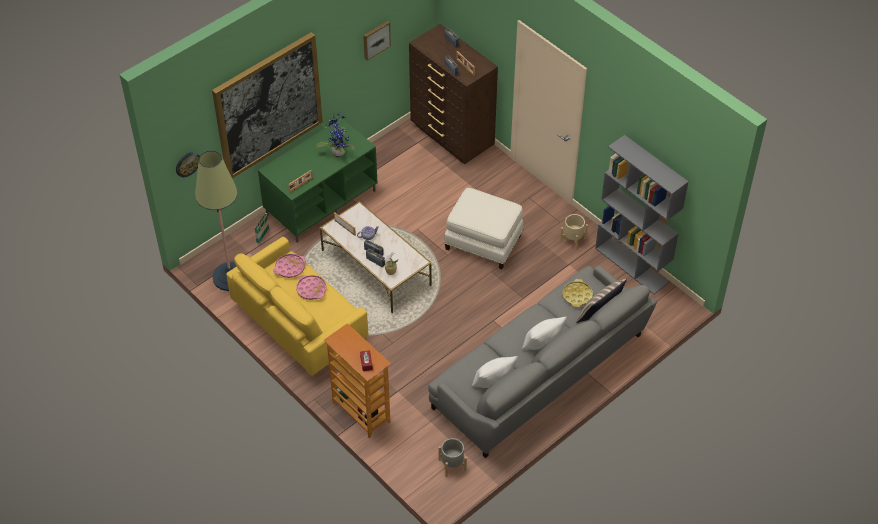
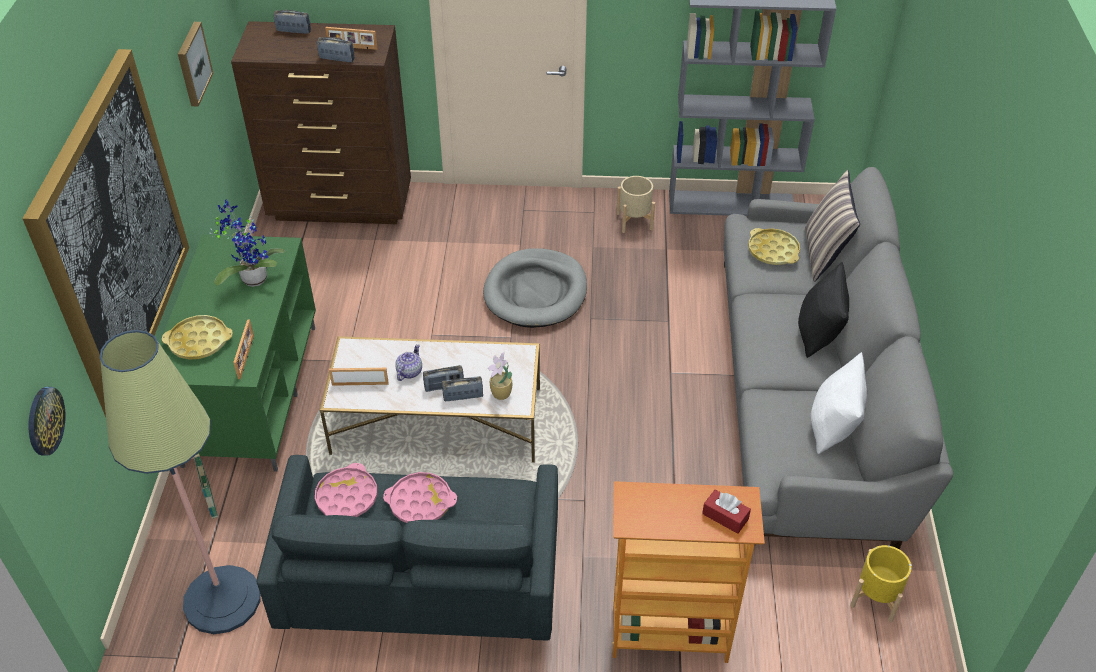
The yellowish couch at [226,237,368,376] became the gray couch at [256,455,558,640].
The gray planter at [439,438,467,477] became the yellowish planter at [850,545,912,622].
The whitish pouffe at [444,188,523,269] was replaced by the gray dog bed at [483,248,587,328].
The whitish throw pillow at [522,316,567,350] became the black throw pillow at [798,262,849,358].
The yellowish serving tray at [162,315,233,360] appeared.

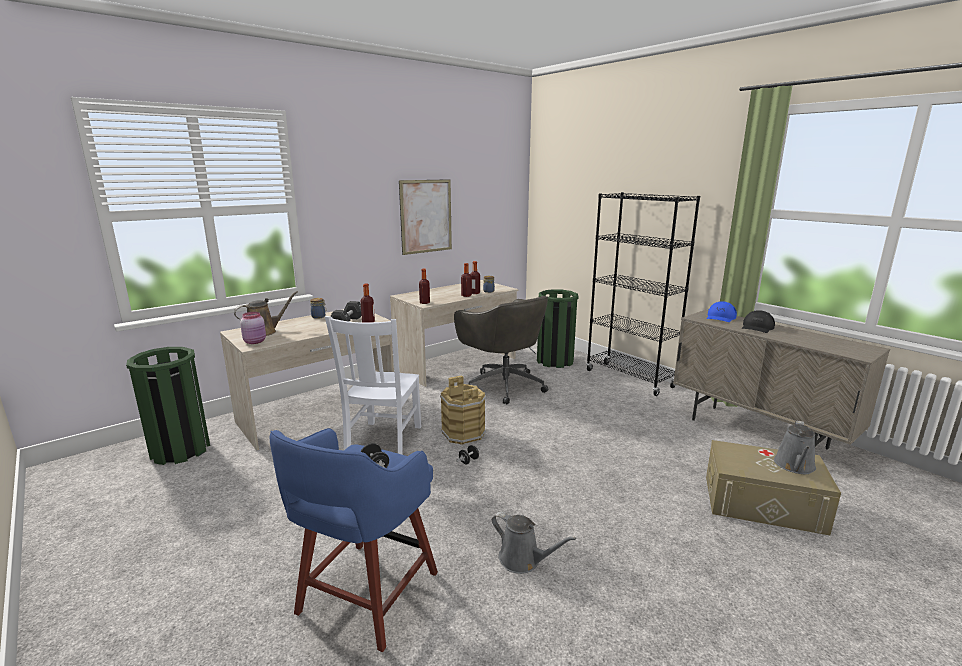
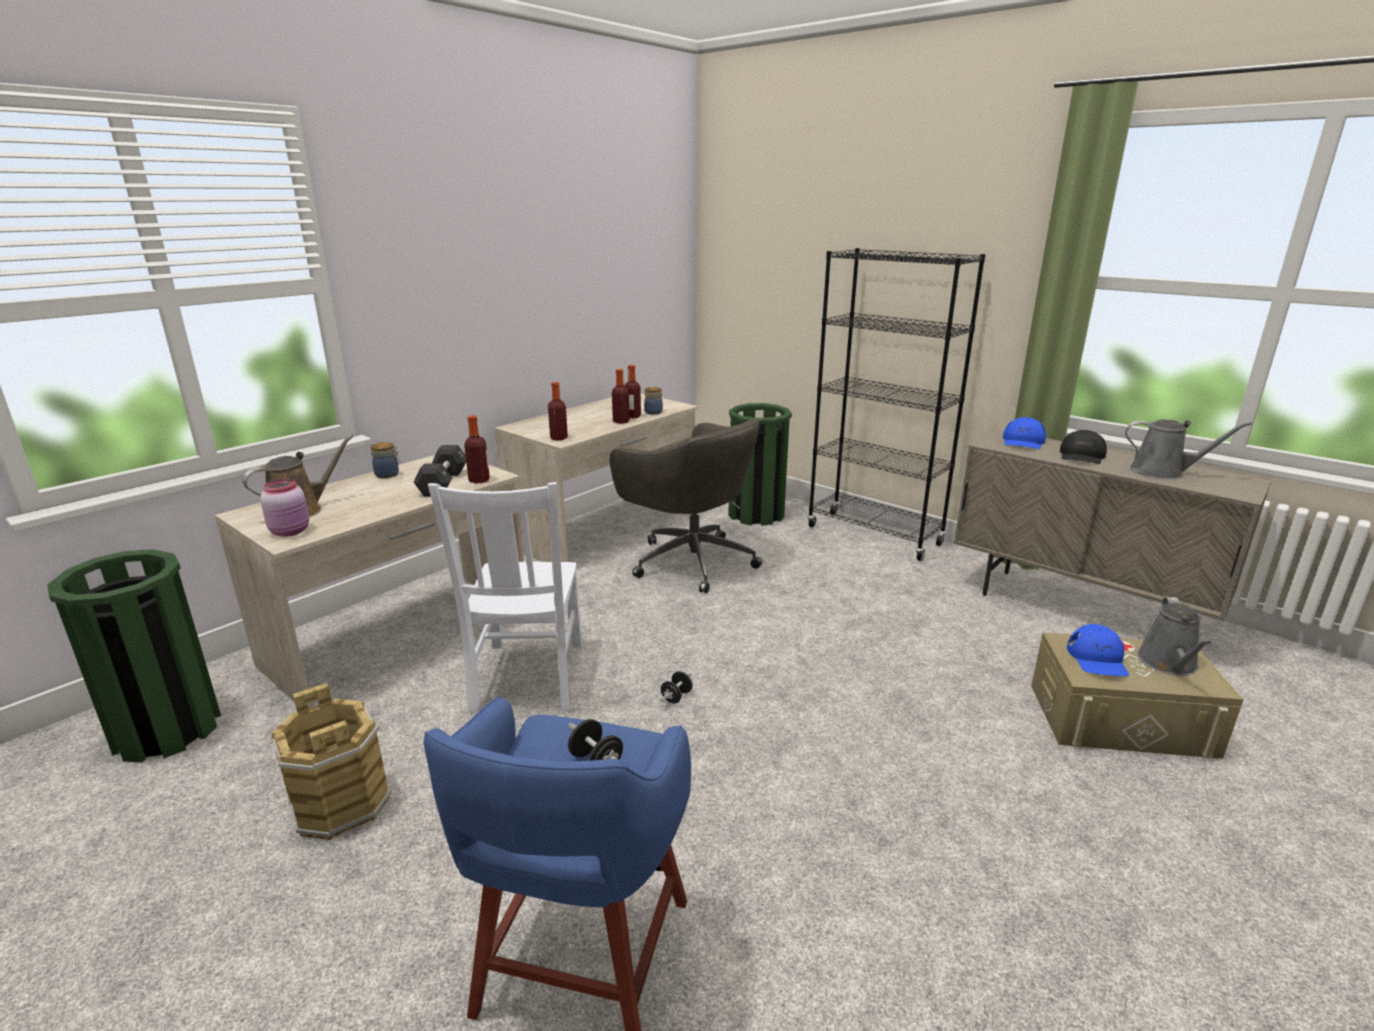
The wall art at [399,179,452,255] disappeared.
The brown-coloured bucket moved from [440,375,486,445] to [271,683,392,840].
The gray watering pot moved from [492,512,576,574] to [1125,419,1252,480].
The bluish peaked cap at [1067,624,1129,676] appeared.

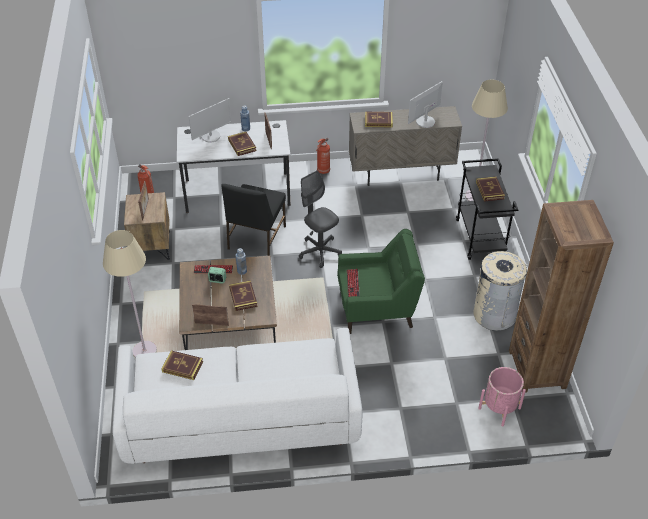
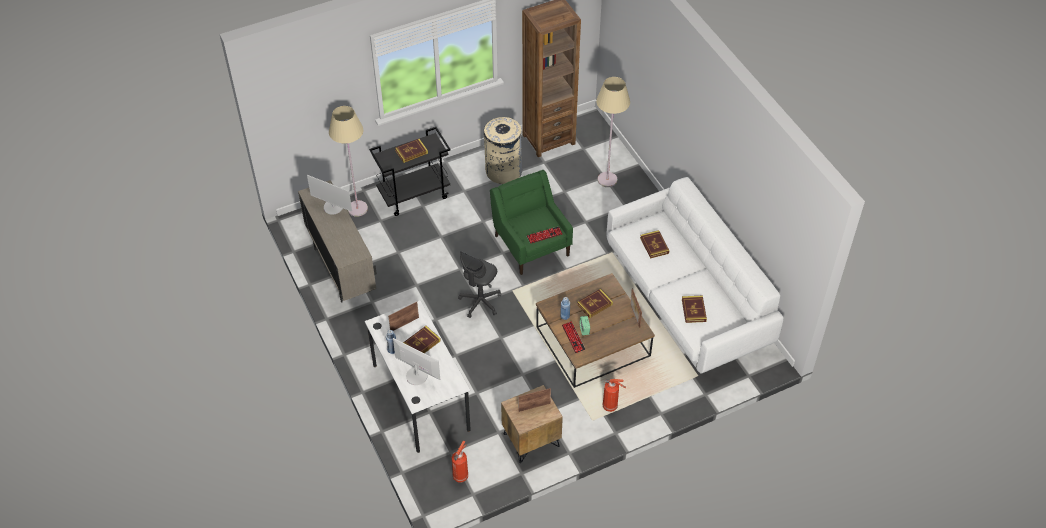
The beige floor lamp moved from [103,230,157,358] to [596,77,630,187].
The black upright chair at [221,184,286,256] disappeared.
The extinguisher moved from [316,138,330,174] to [603,379,626,412].
The book moved from [365,112,393,128] to [640,230,669,259].
The pink planter at [478,367,526,426] disappeared.

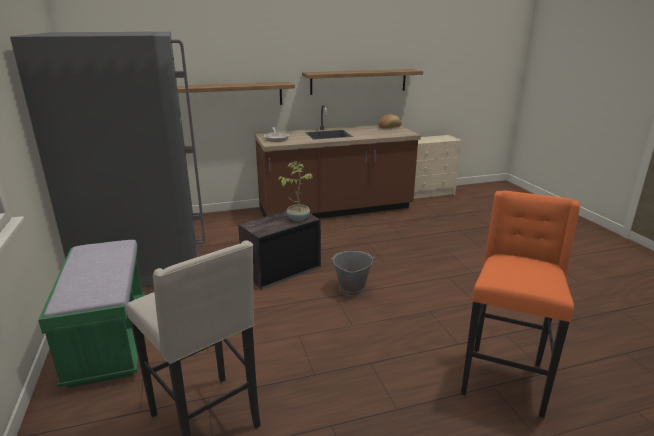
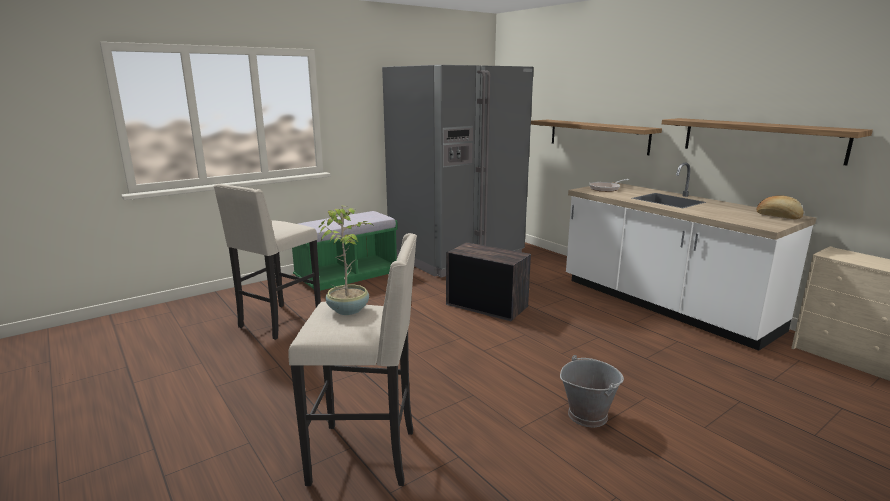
The brown-coloured kitchen base unit at [254,105,421,219] became the whitish kitchen base unit at [566,162,816,351].
The potted plant moved from [278,161,312,221] to [319,206,373,315].
The gray bucket moved from [331,251,375,296] to [560,355,624,427].
The orange stool at [461,191,580,418] became the beige stool at [288,233,417,486].

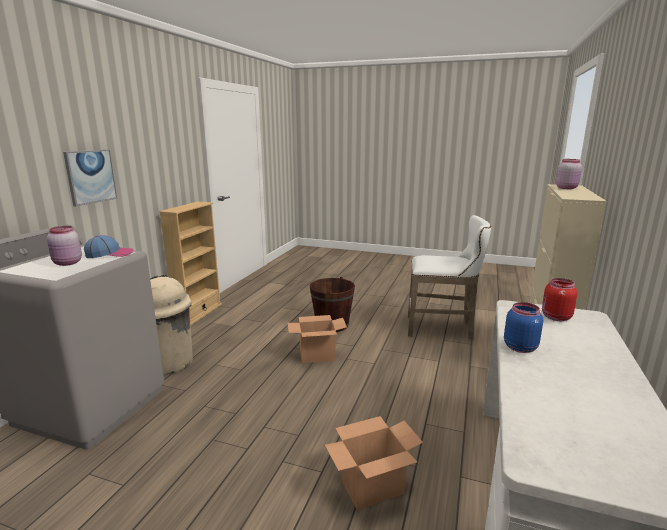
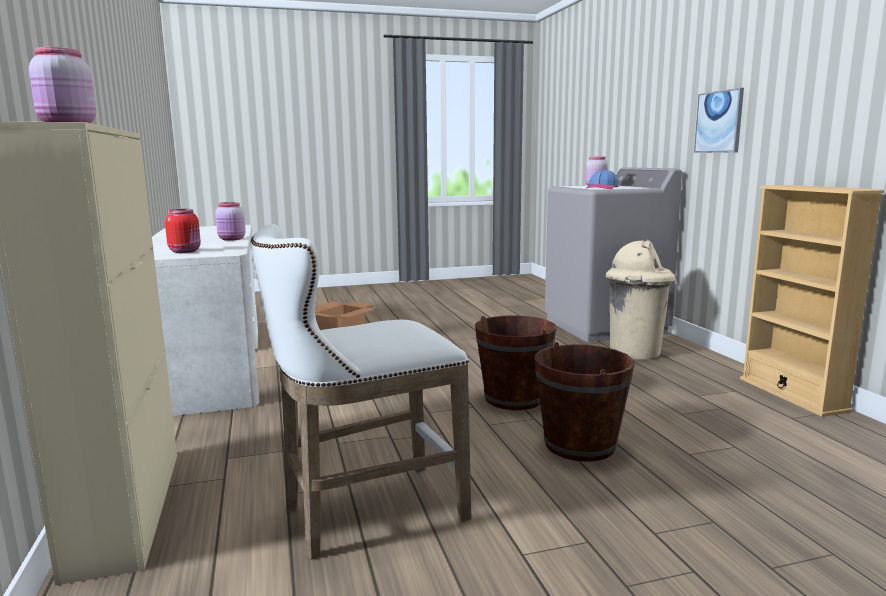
The packing box at [288,315,347,363] was replaced by the brown-coloured bucket at [475,316,557,410].
The bluish jar at [504,302,543,353] became the pink jar at [215,202,246,241].

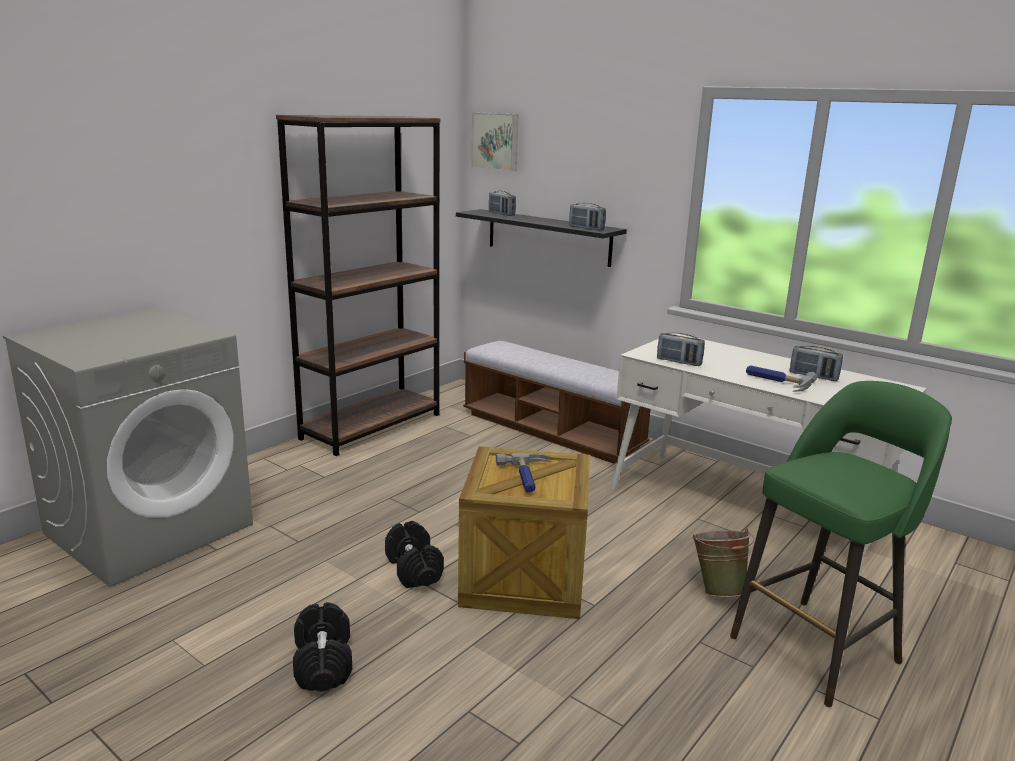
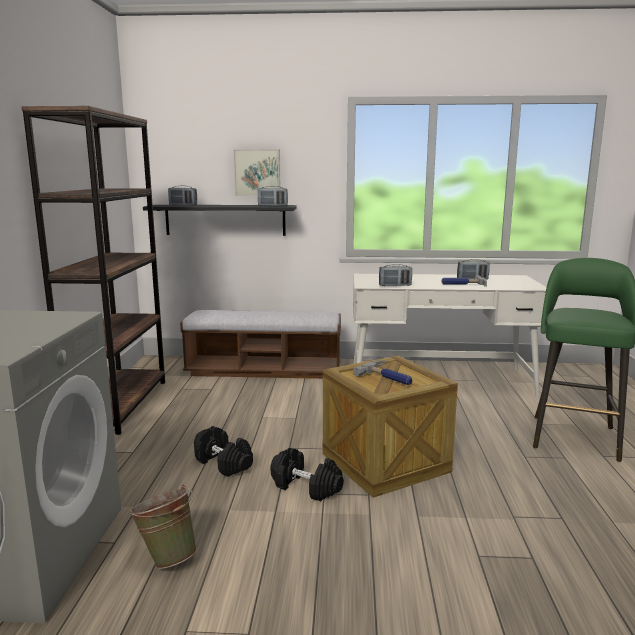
The black free weight moved from [293,602,352,691] to [194,426,253,477].
The wall art moved from [472,112,518,171] to [234,149,280,196].
The greenish bucket moved from [692,528,754,597] to [129,484,197,569].

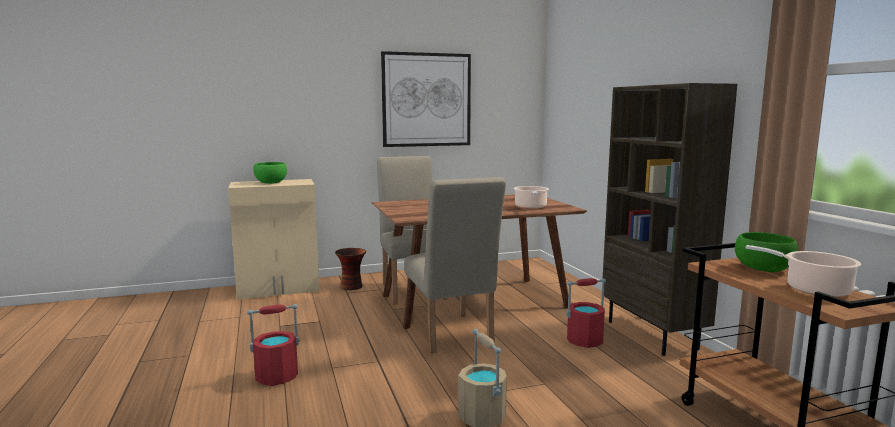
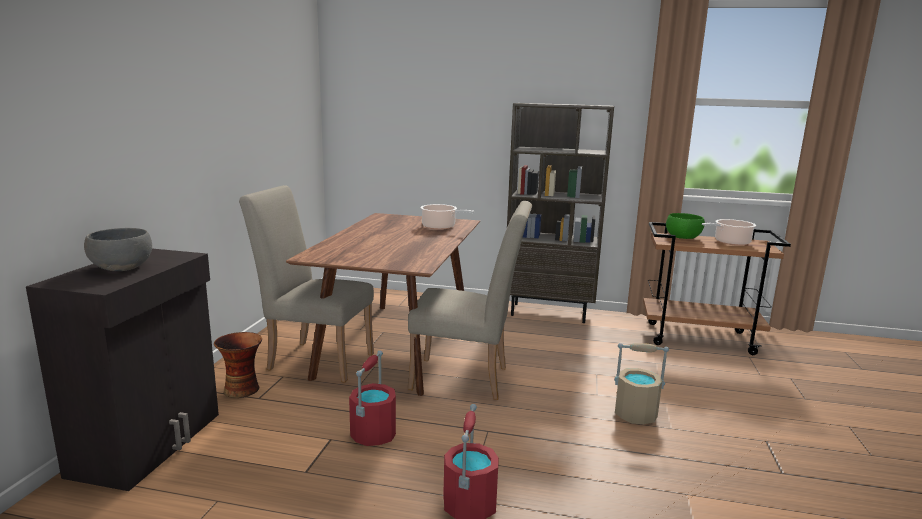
The beige cabinet at [228,179,319,300] became the black cabinet at [26,249,219,491].
The greenish serving bowl at [253,162,287,184] became the gray serving bowl at [84,228,152,271].
The wall art at [381,51,471,147] disappeared.
The reddish bucket moved from [566,278,606,348] to [349,350,396,446].

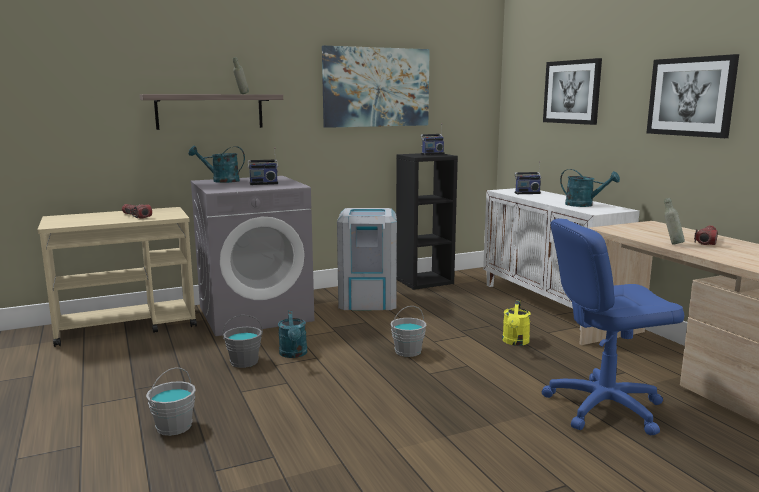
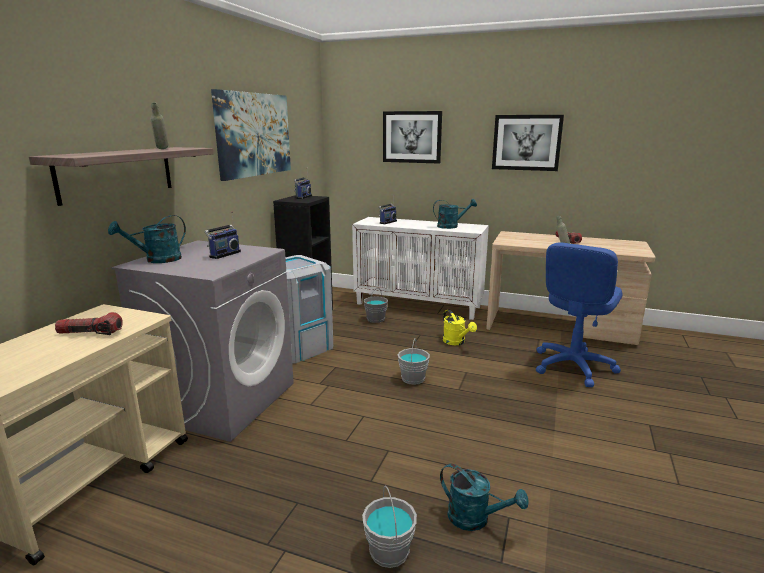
The gray bucket moved from [222,315,263,368] to [364,288,388,323].
The turquoise-coloured watering pot moved from [278,310,307,358] to [440,463,529,531].

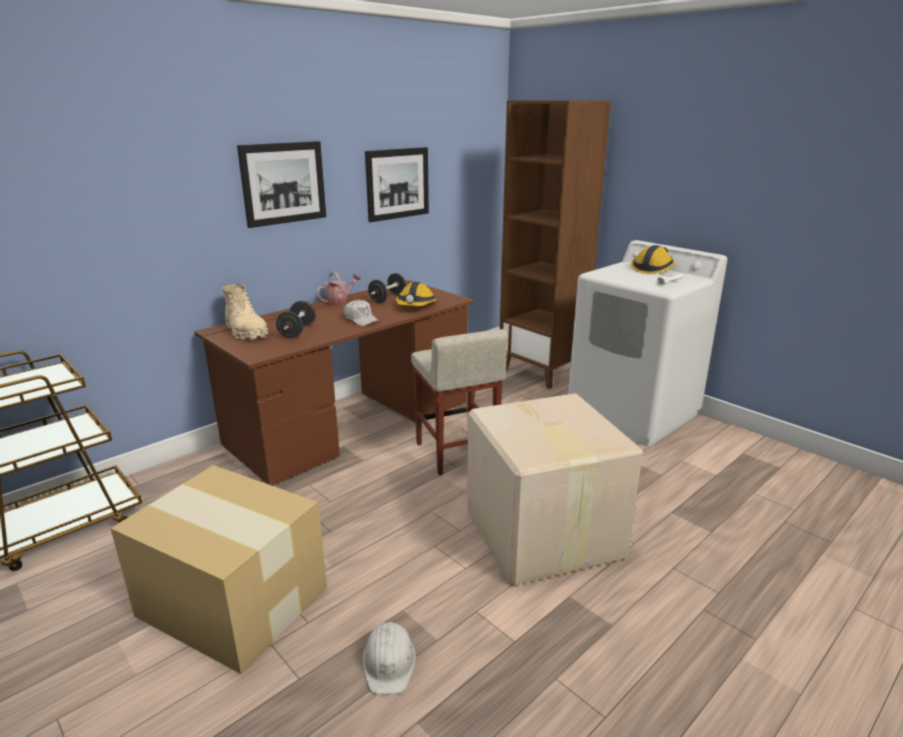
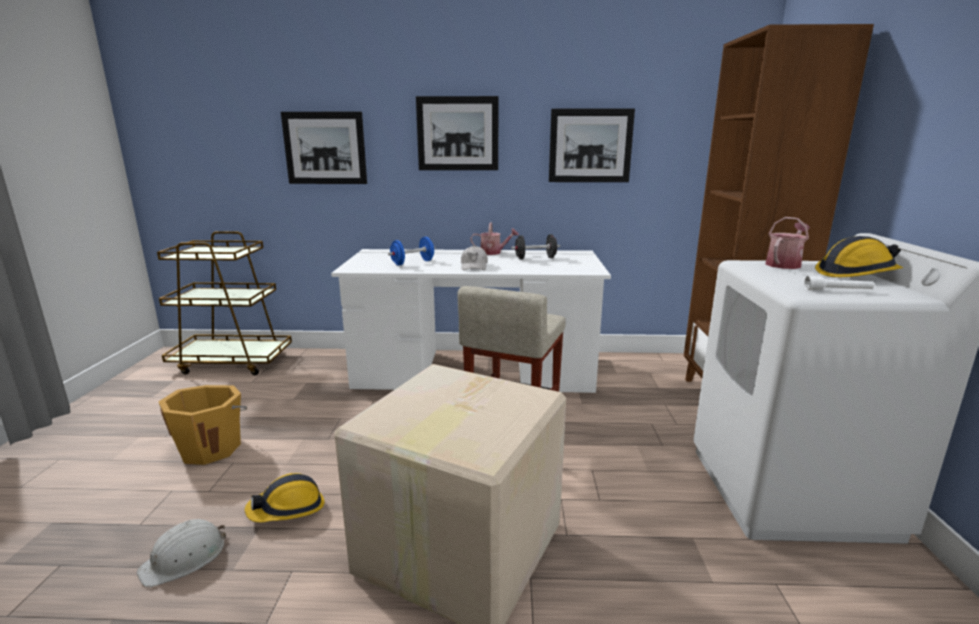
The packing box at [110,465,327,674] was replaced by the orange bucket at [159,385,247,465].
The brown-coloured desk unit at [194,280,474,486] became the whitish desk unit at [331,249,611,393].
The beige boot at [222,284,268,340] disappeared.
The black free weight at [276,301,316,338] became the bluish free weight at [388,237,436,266].
The safety helmet moved from [396,282,437,306] to [245,473,324,522].
The wall art at [281,112,367,184] appeared.
The watering pot at [765,217,810,269] appeared.

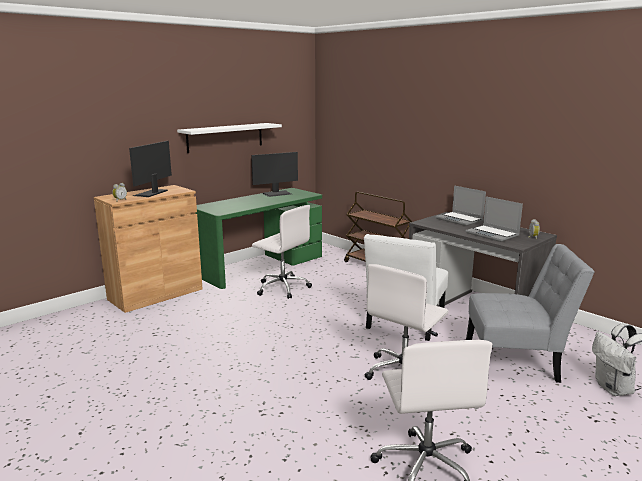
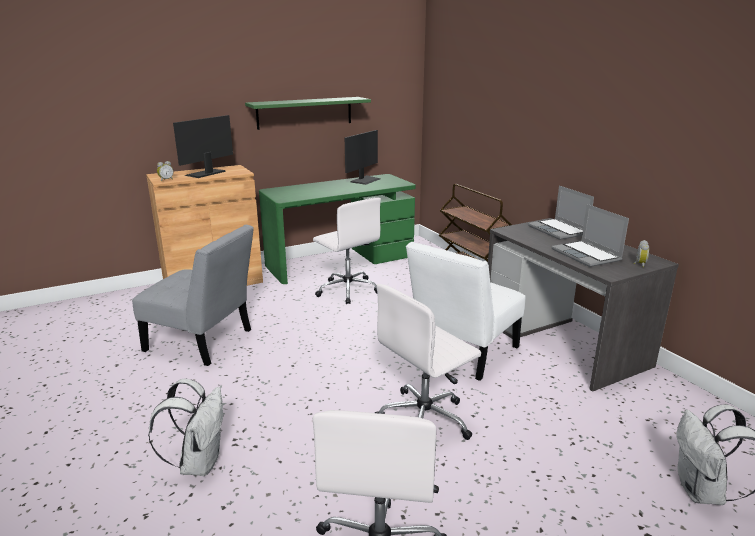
The whitish wall shelf at [177,123,282,153] became the greenish wall shelf at [245,97,371,130].
The computer screen at [251,152,298,197] turned 45 degrees counterclockwise.
The gray upright chair moved from [466,244,595,383] to [132,225,254,366].
The whitish backpack at [148,379,223,476] appeared.

